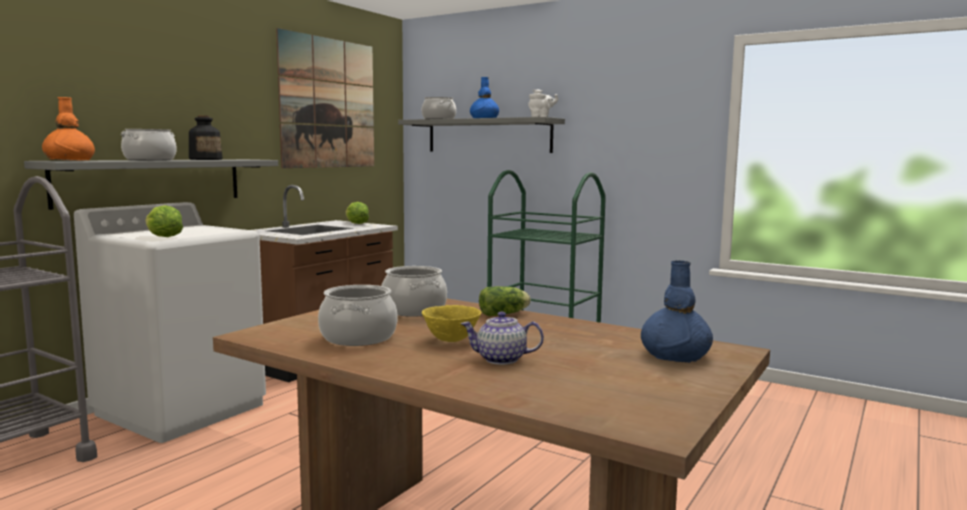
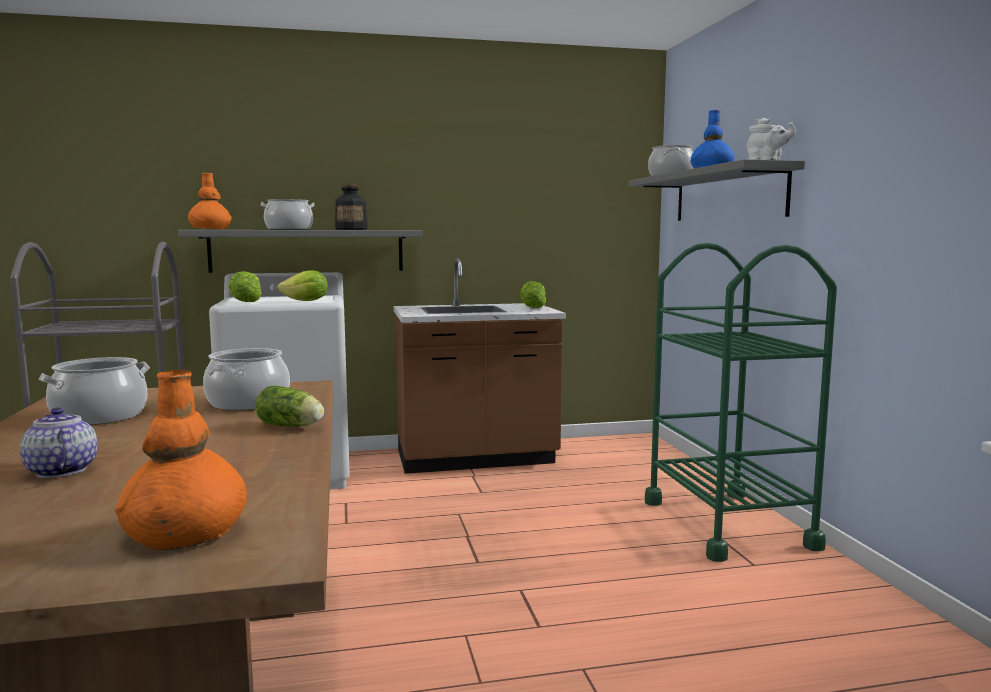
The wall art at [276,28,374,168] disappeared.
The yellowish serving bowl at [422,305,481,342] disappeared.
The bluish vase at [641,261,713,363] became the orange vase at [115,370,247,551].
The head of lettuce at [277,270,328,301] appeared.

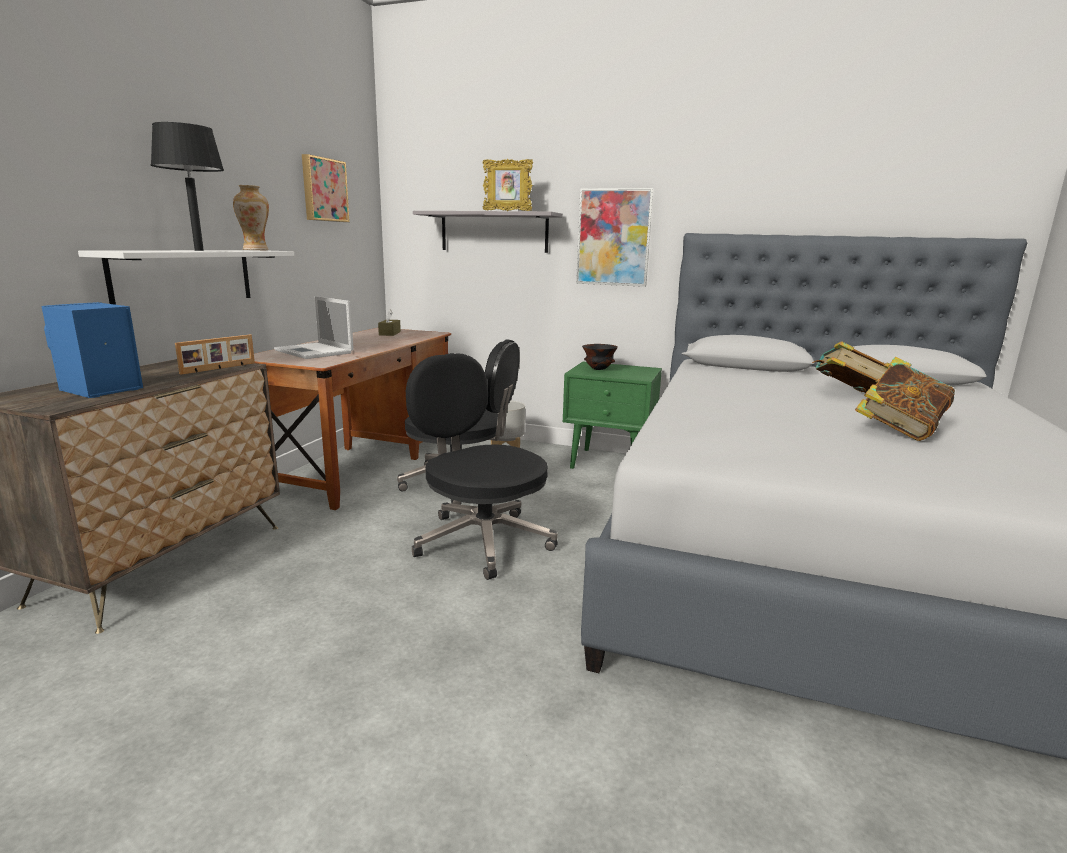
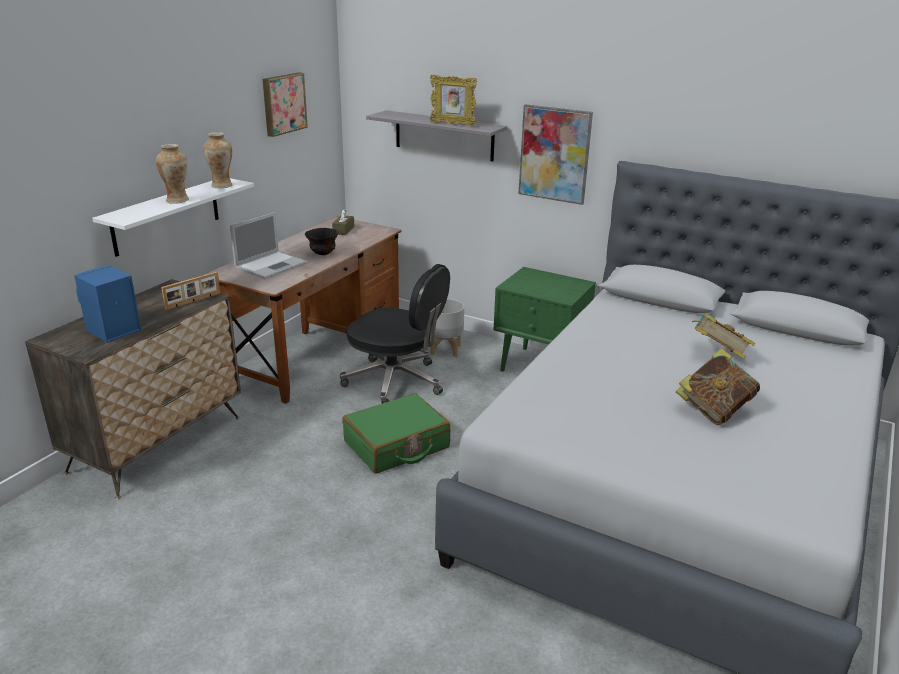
The black tabletop lamp at [151,122,224,251] was replaced by the vase at [156,144,189,204].
The portable computer at [274,296,354,359] turned 105 degrees counterclockwise.
The black desk chair at [406,353,558,580] was replaced by the greenish suitcase at [342,393,450,473].
The black serving bowl moved from [582,344,618,370] to [305,228,338,255].

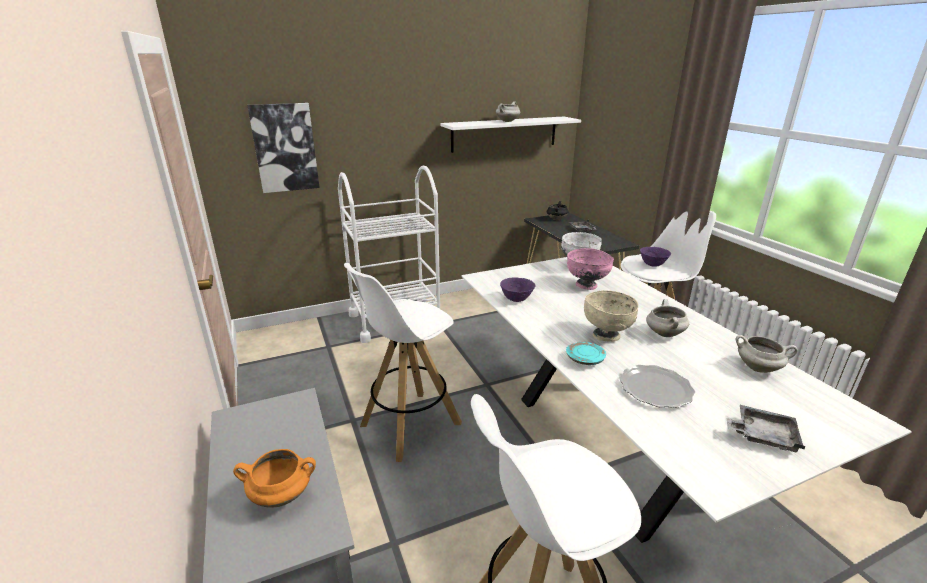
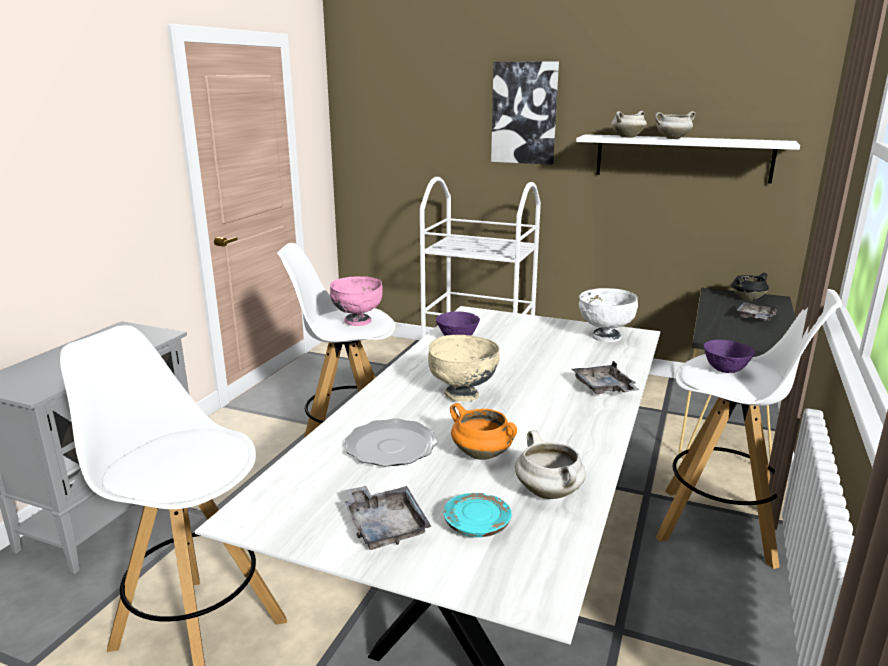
The orange stockpot moved from [233,449,316,508] to [450,403,517,460].
The wall art moved from [247,103,320,193] to [491,61,559,165].
The turquoise-coloured plate moved from [566,342,606,365] to [443,493,512,537].
The pink serving bowl moved from [567,248,614,290] to [330,276,383,326].
The whitish stockpot moved from [646,299,689,337] to [611,111,647,138].
The gray serving tray at [572,361,639,394] appeared.

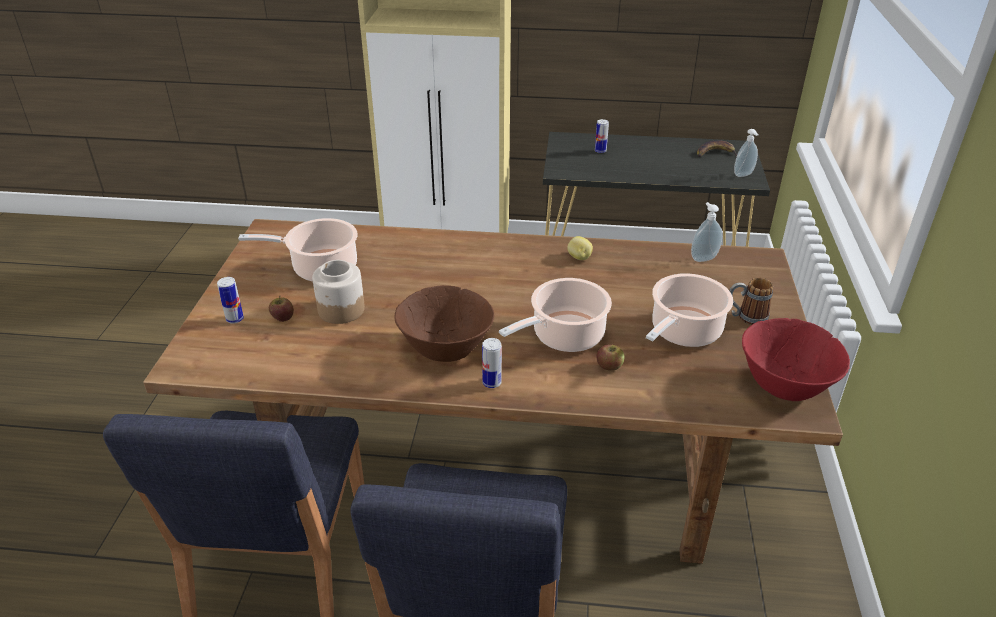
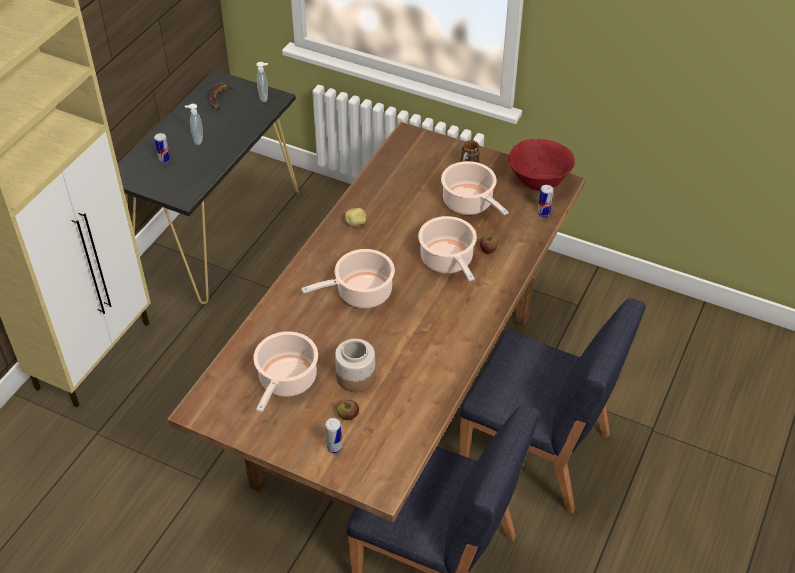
The brown-coloured serving bowl at [394,285,494,362] disappeared.
The metal can moved from [482,338,502,388] to [538,185,553,217].
The soap bottle moved from [691,202,722,262] to [185,104,203,145].
The stockpot at [301,249,395,308] appeared.

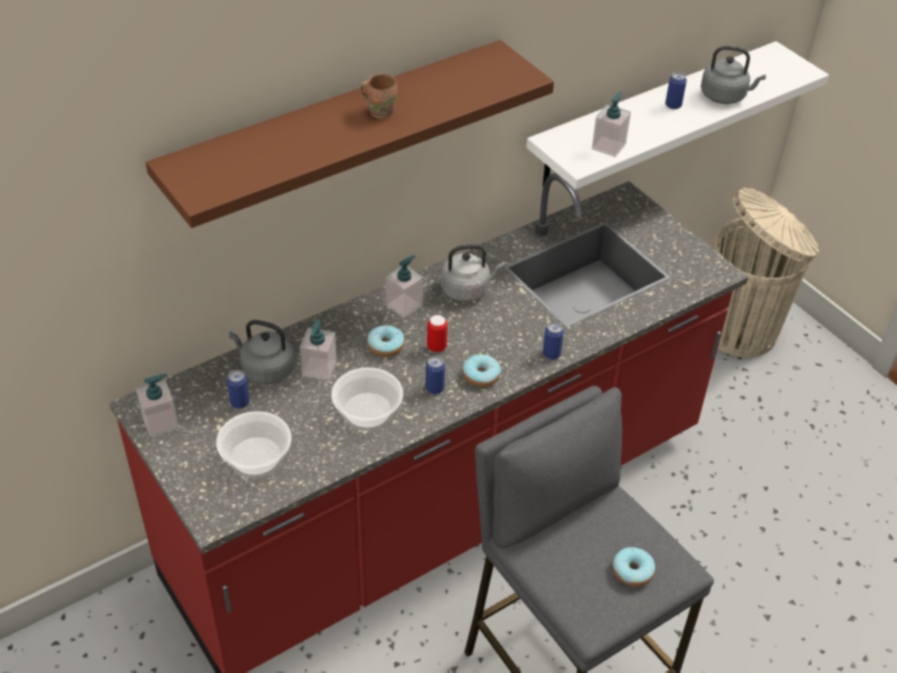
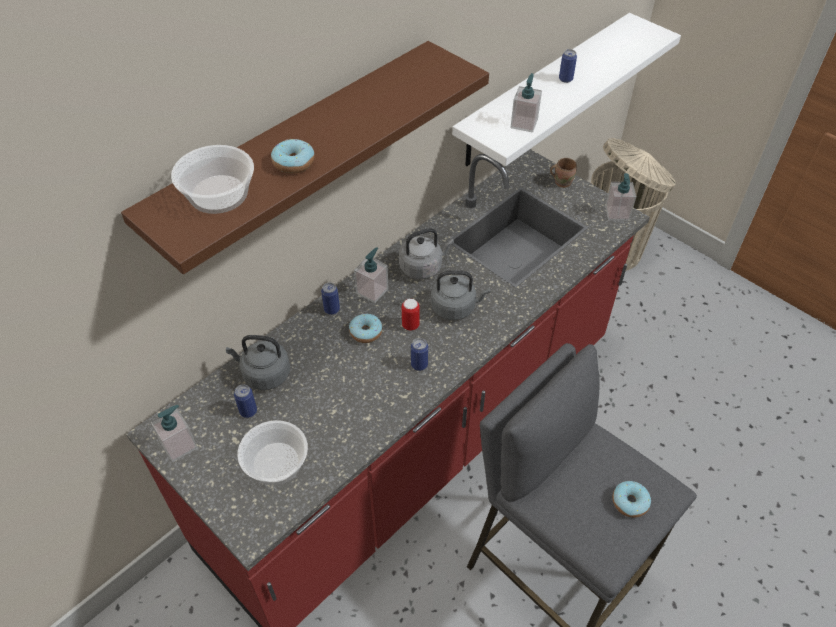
The soap bottle moved from [300,320,337,381] to [605,173,636,221].
The serving bowl moved from [331,367,403,431] to [171,145,254,214].
The brown-coloured coffee mug moved from [359,73,397,119] to [550,158,577,188].
The ring doughnut moved from [463,354,501,387] to [271,139,314,174].
The metal can moved from [543,322,564,360] to [321,283,340,315].
The gray water kettle moved from [701,46,766,104] to [431,270,490,320].

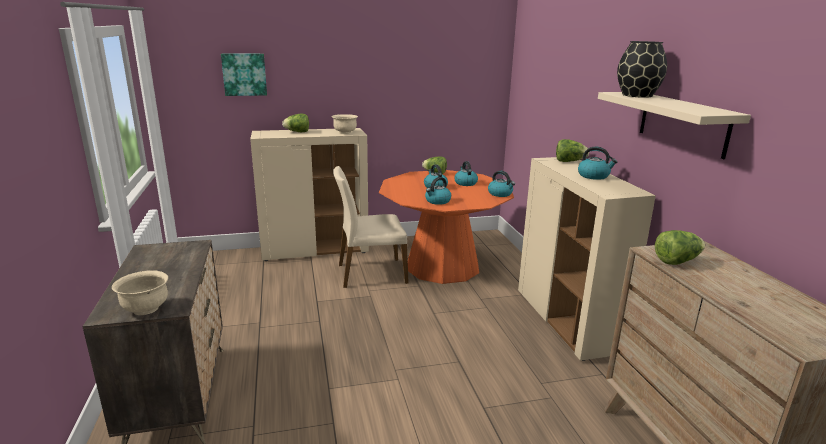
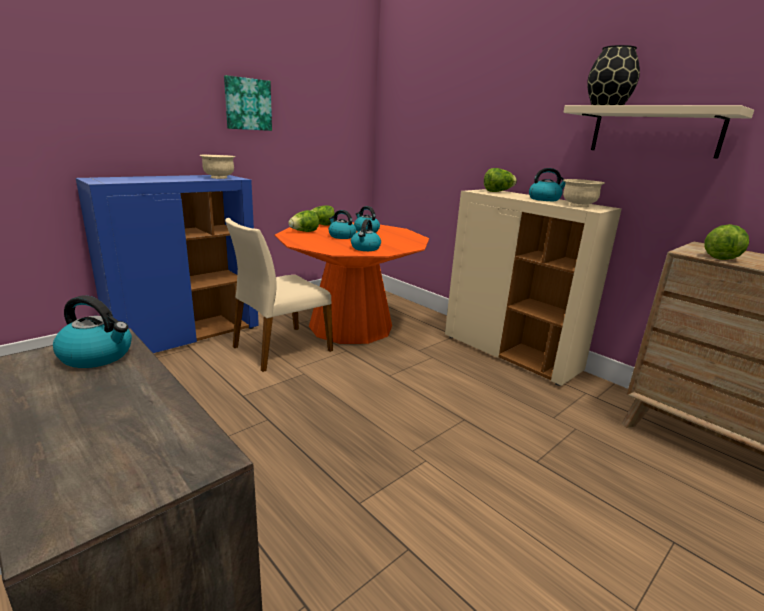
The beige serving bowl moved from [112,270,168,315] to [563,179,605,207].
The wall art moved from [221,53,267,96] to [224,75,272,131].
The beige cabinet at [250,128,369,261] became the bluish cabinet at [76,175,259,353].
The head of lettuce moved from [282,114,309,132] to [288,210,319,232].
The water kettle moved from [488,171,515,197] to [53,295,132,368].

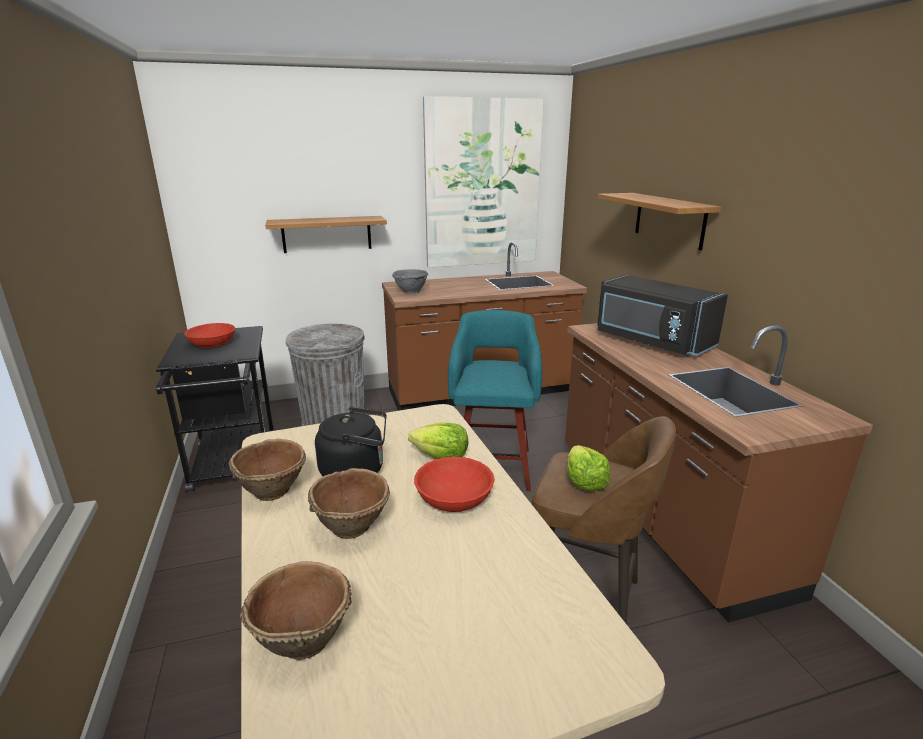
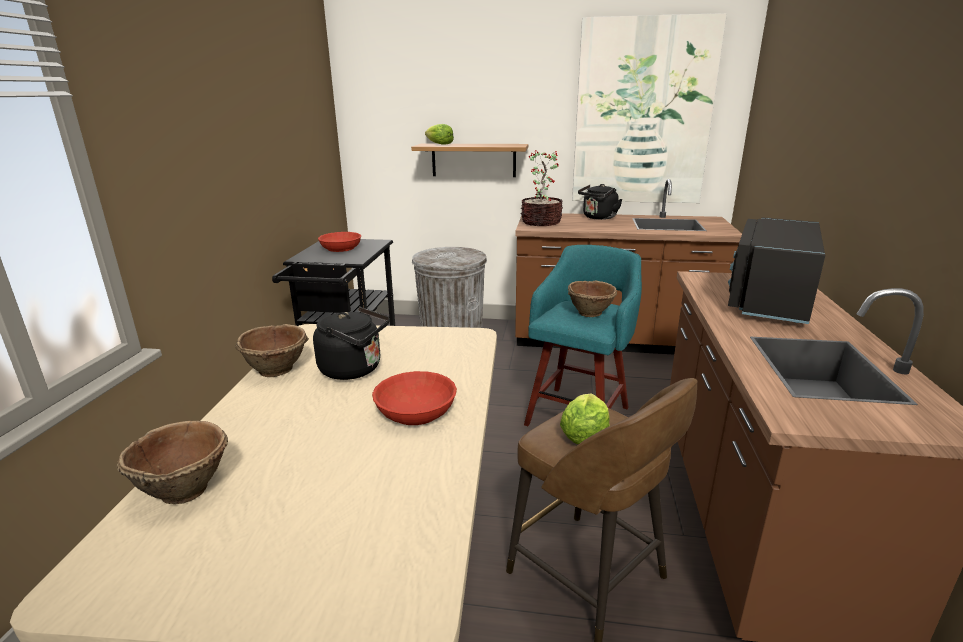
The brown-coloured serving bowl moved from [308,468,390,539] to [568,281,617,317].
The gray serving bowl at [392,269,428,294] was replaced by the potted plant at [521,150,563,226].
The head of lettuce moved from [408,422,468,459] to [425,124,454,145].
The wall shelf at [597,193,721,251] disappeared.
The black microwave oven at [597,275,728,356] turned 45 degrees clockwise.
The black water kettle at [578,184,623,220] appeared.

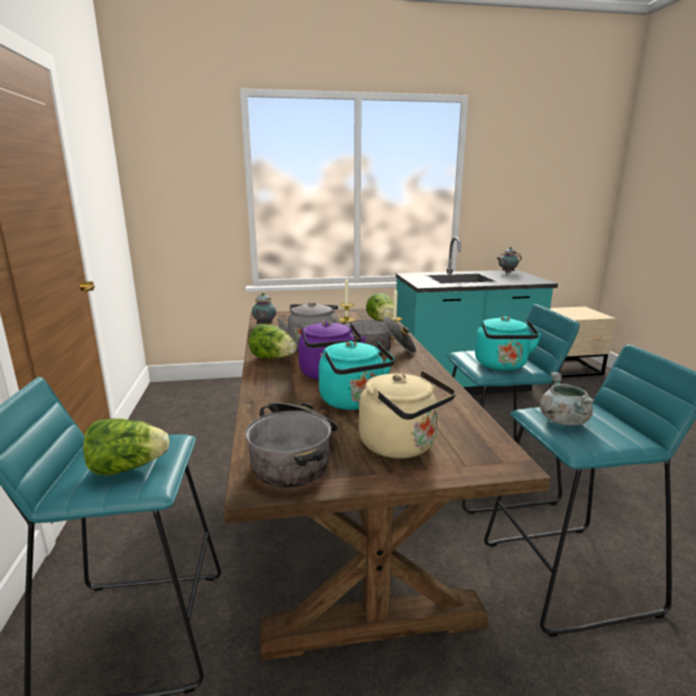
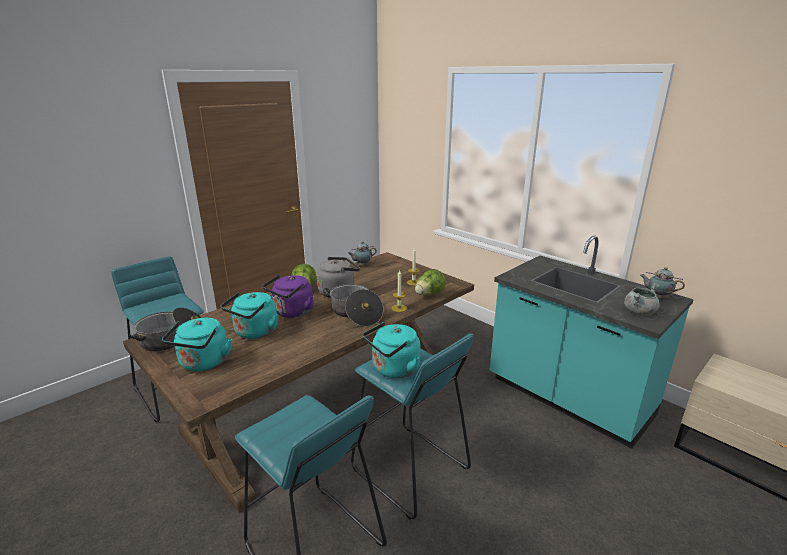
The head of lettuce at [83,418,170,476] disappeared.
The beige water kettle at [359,371,456,458] became the turquoise-coloured water kettle at [162,318,232,371].
The gray stockpot moved from [540,372,595,425] to [624,283,660,315].

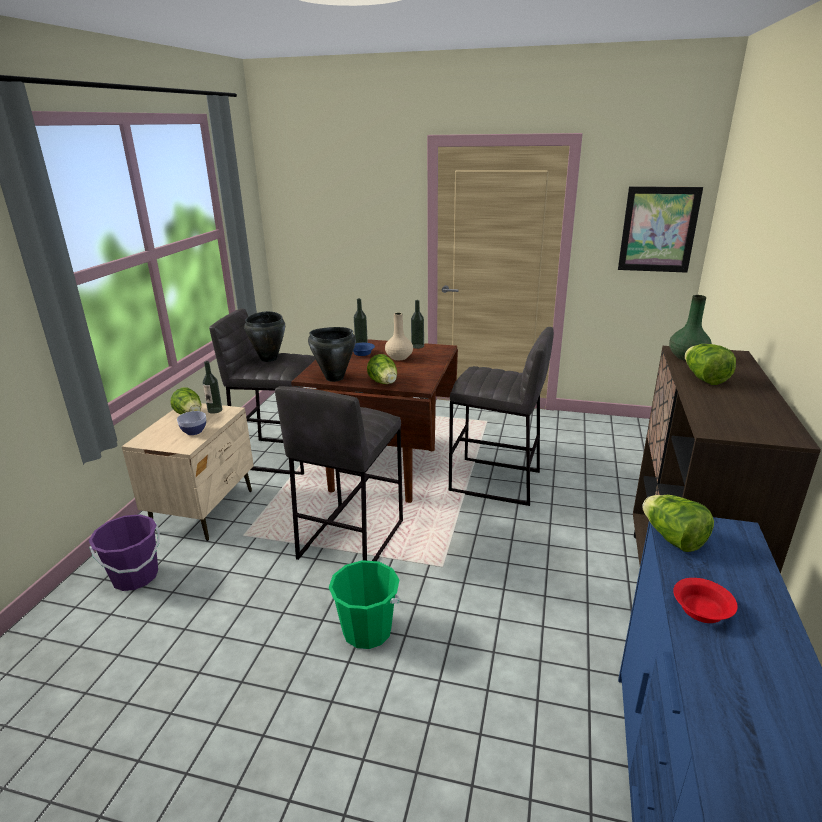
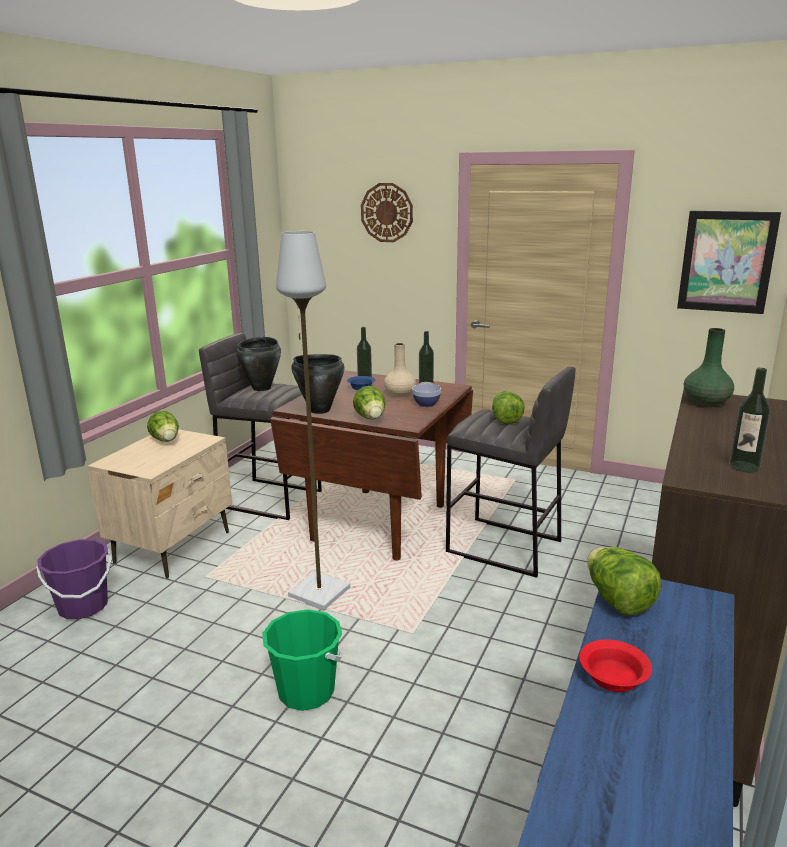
The serving bowl moved from [177,411,206,435] to [412,384,441,407].
The beverage bottle moved from [203,361,222,414] to [729,368,770,473].
The gray stool at [275,386,403,561] was replaced by the gray floor lamp at [276,231,350,611].
The head of lettuce moved from [685,344,736,385] to [492,391,525,424].
The wall clock at [361,183,413,242] appeared.

